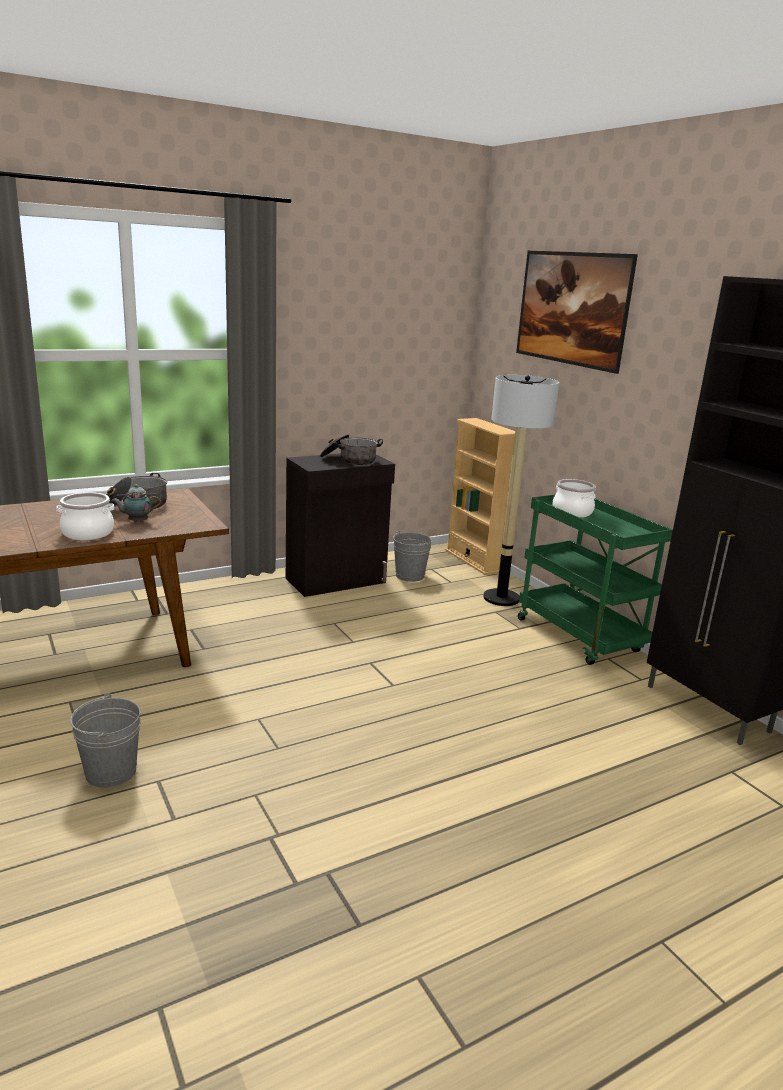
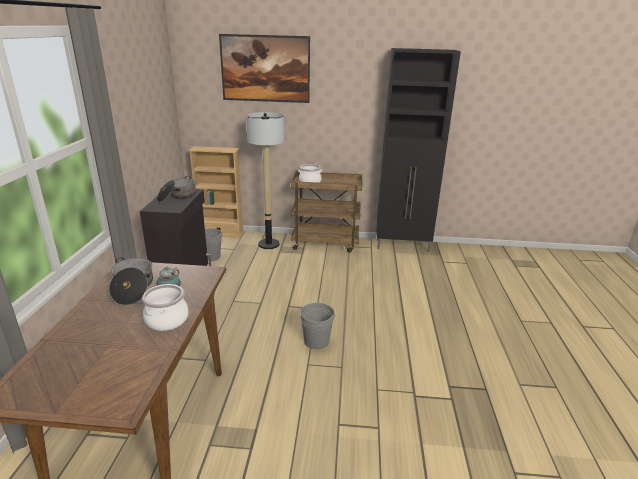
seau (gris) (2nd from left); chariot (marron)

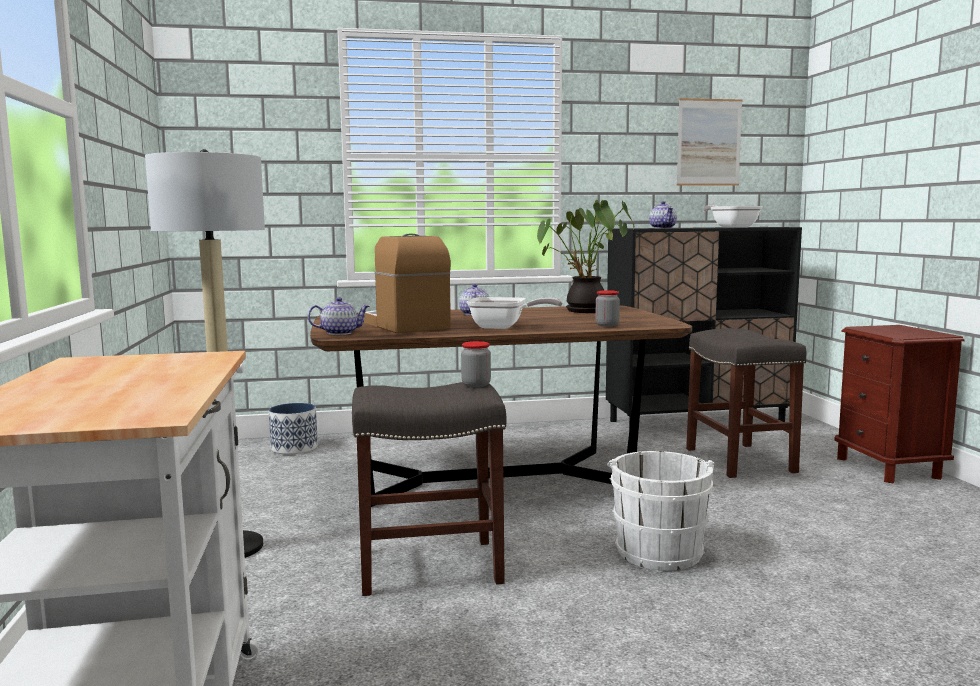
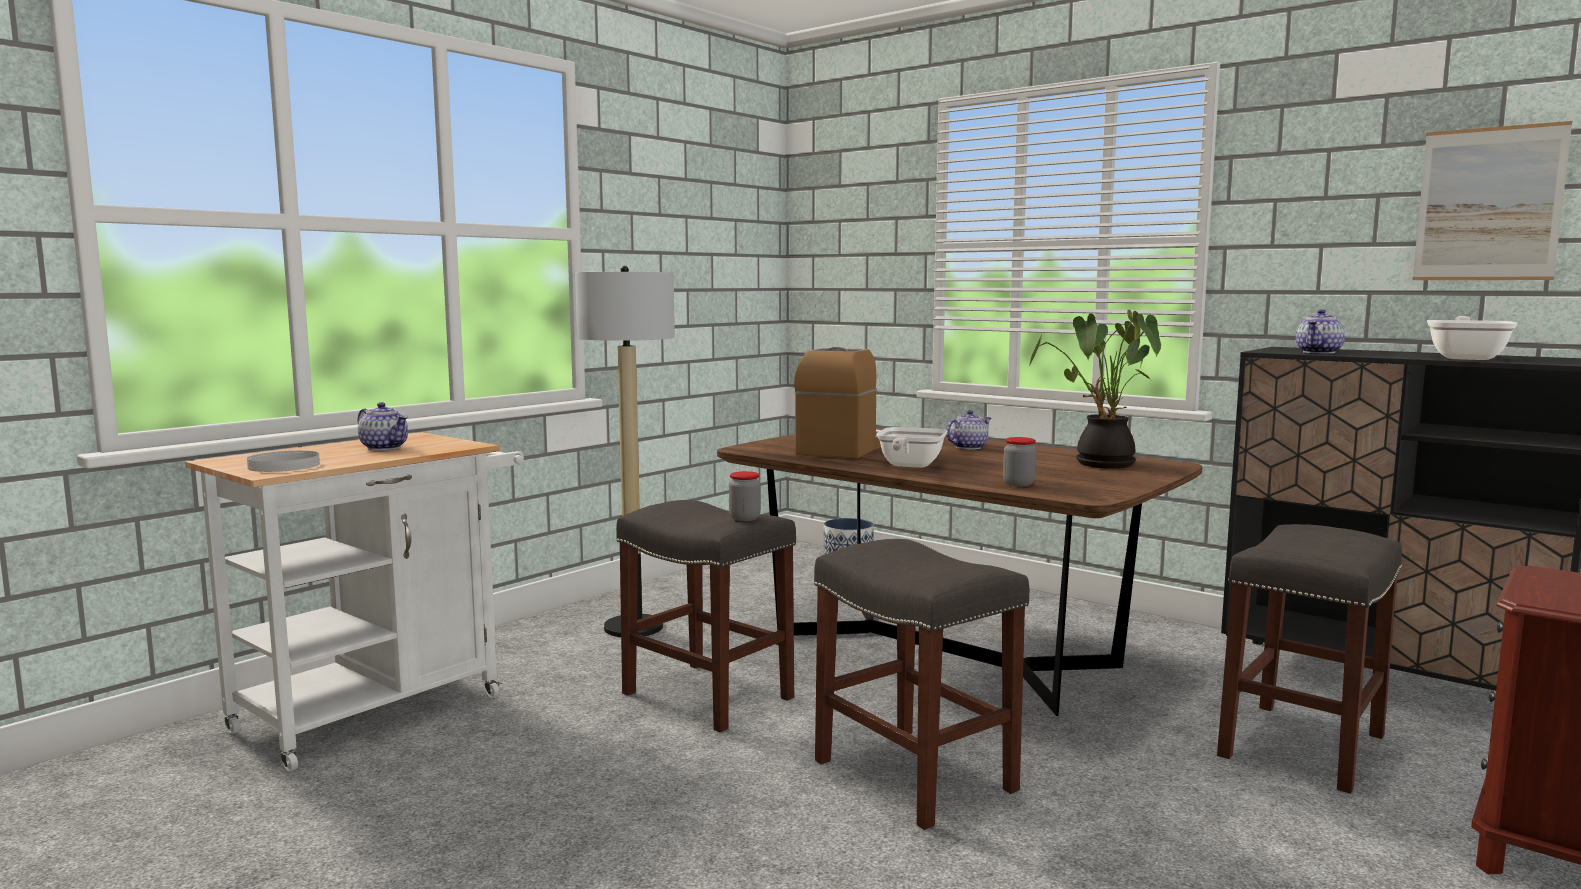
assiette (blanc); théière (1st from left); tabouret (gris) (2nd from left); poêle (1st from left)

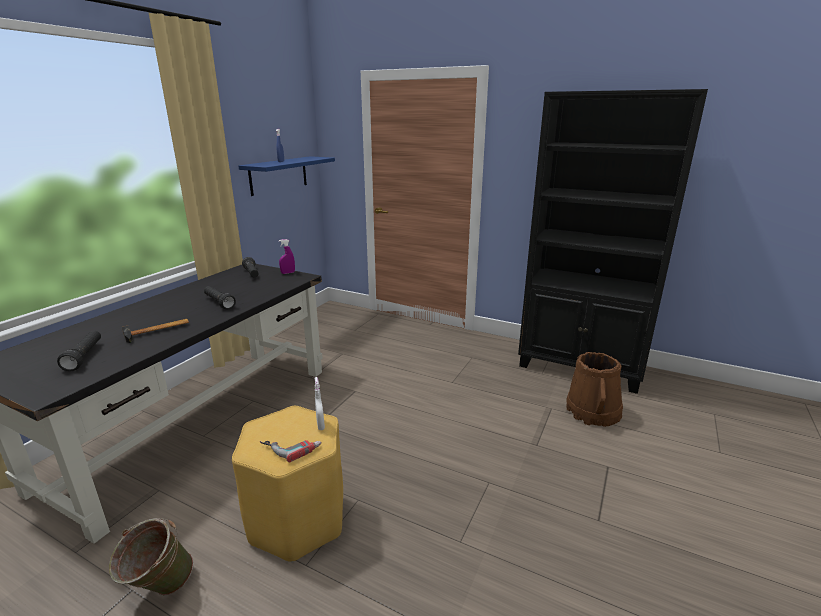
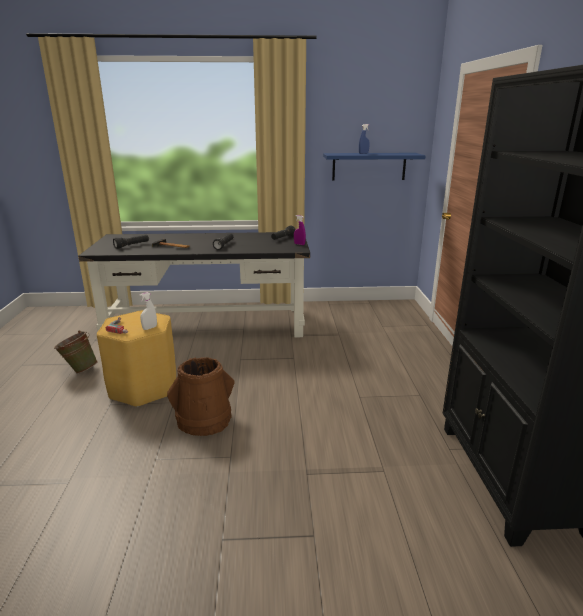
seau (marron)

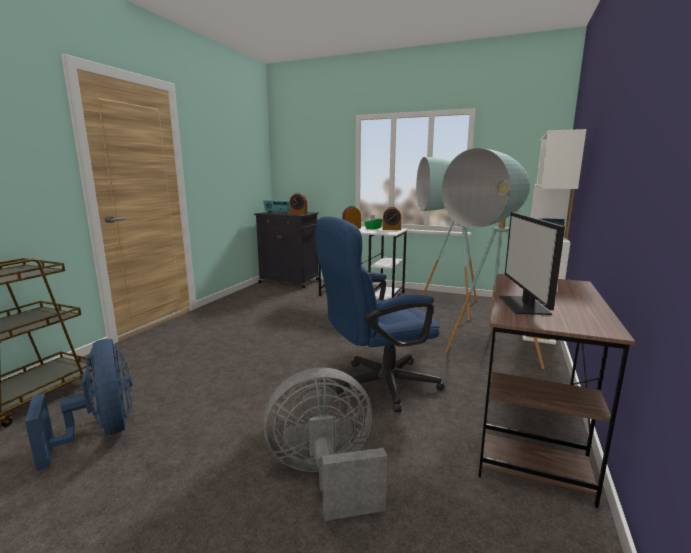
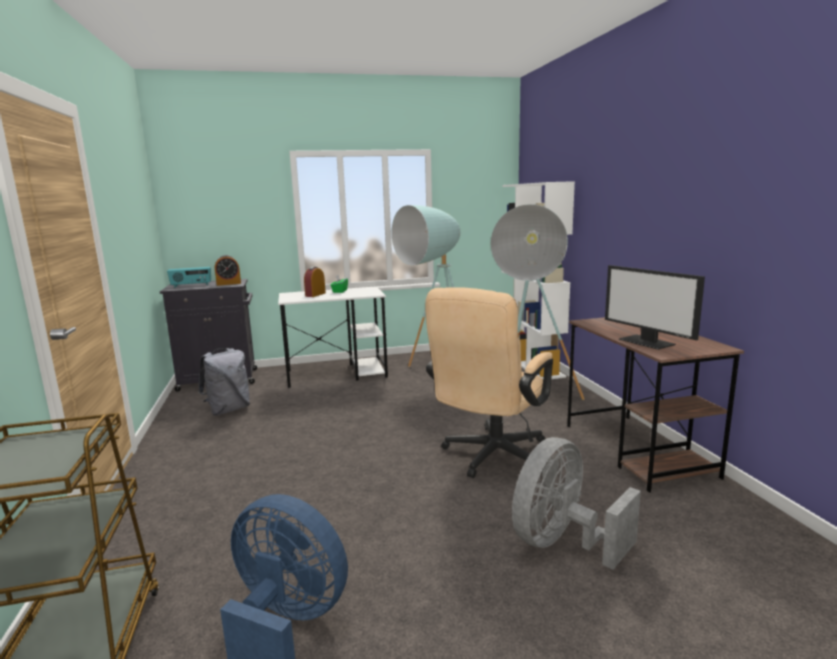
réveil (3rd from left in the first image); sac à dos (gris); chaise de bureau (beige)

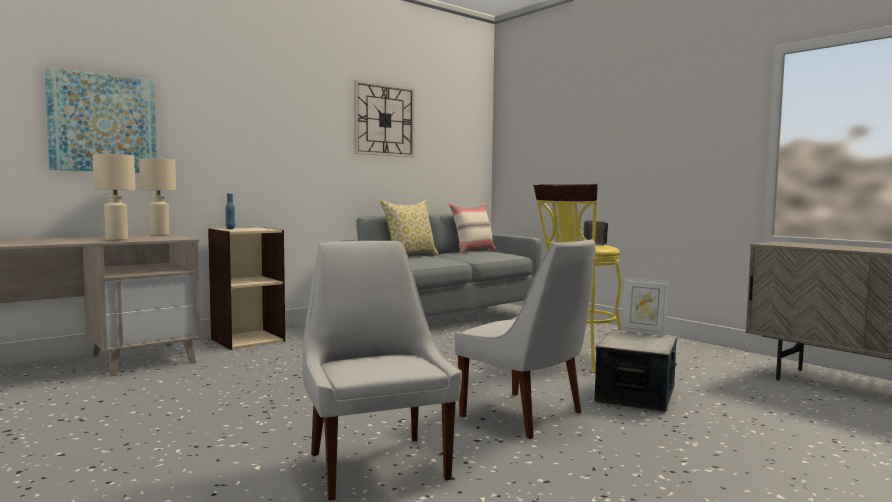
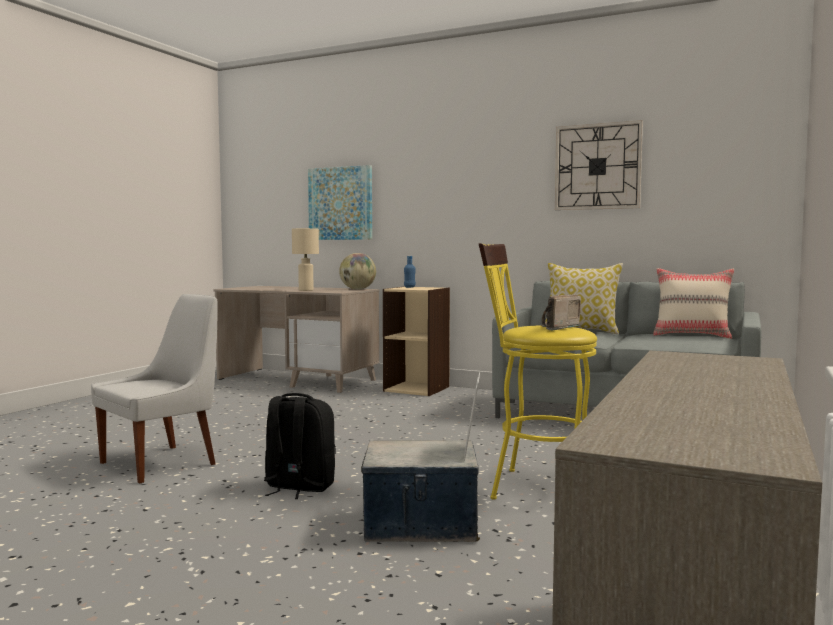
globe; sac à dos (noir)

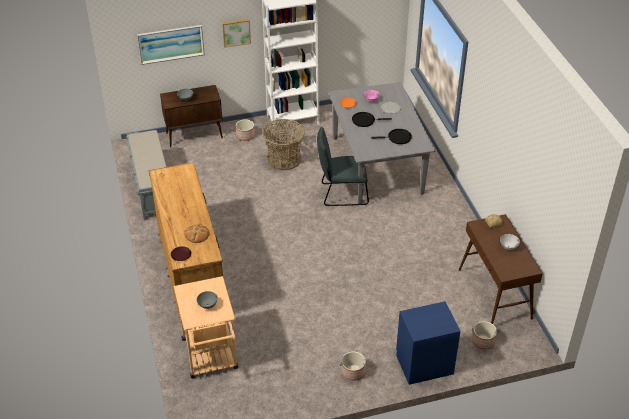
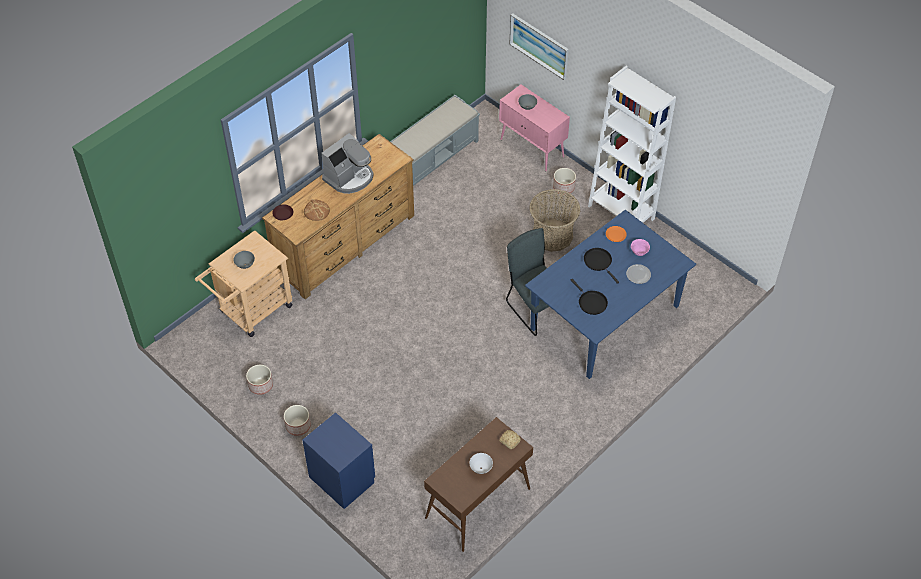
tableau (2nd from left in the first image); machine à café; cache-pot (1st from left); meuble de rangement (rose); table à manger (bleu)

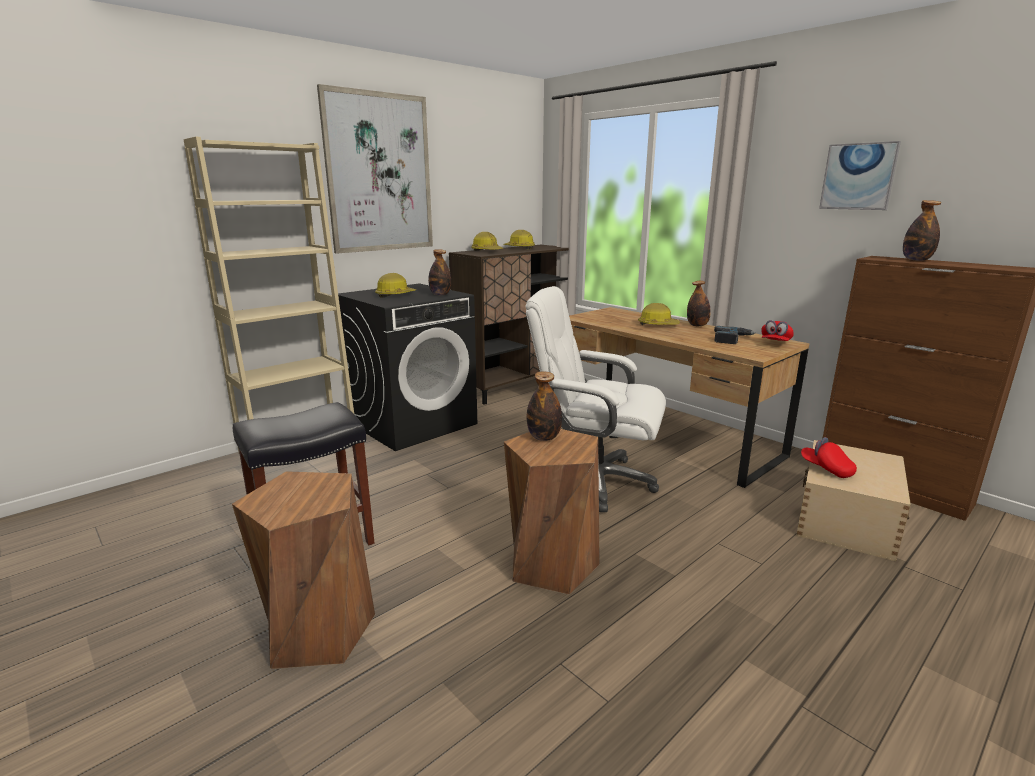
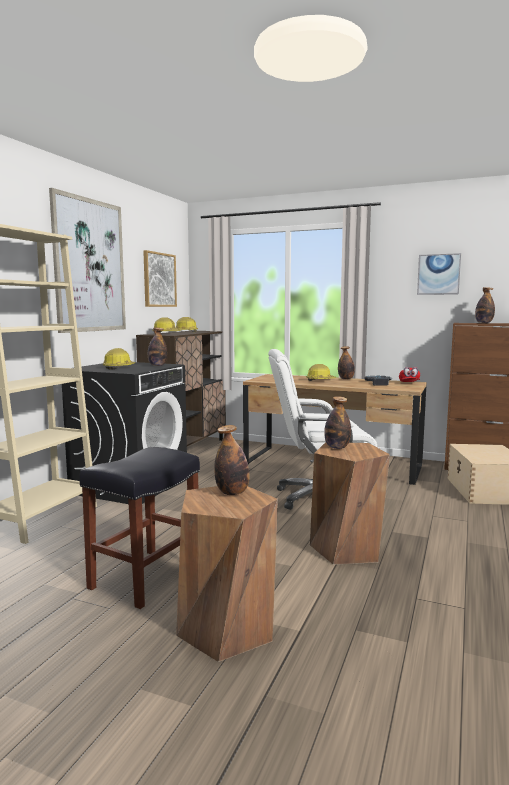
casquette (rouge) (2nd from left in the first image); tableau (2nd from left); bouteille (2nd from left)

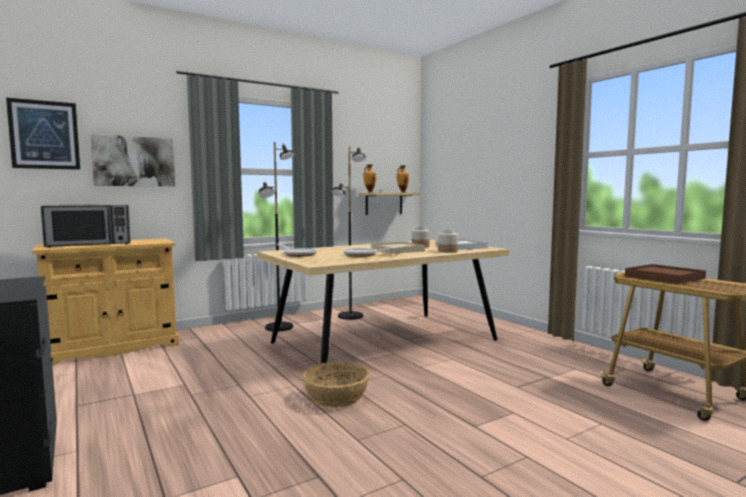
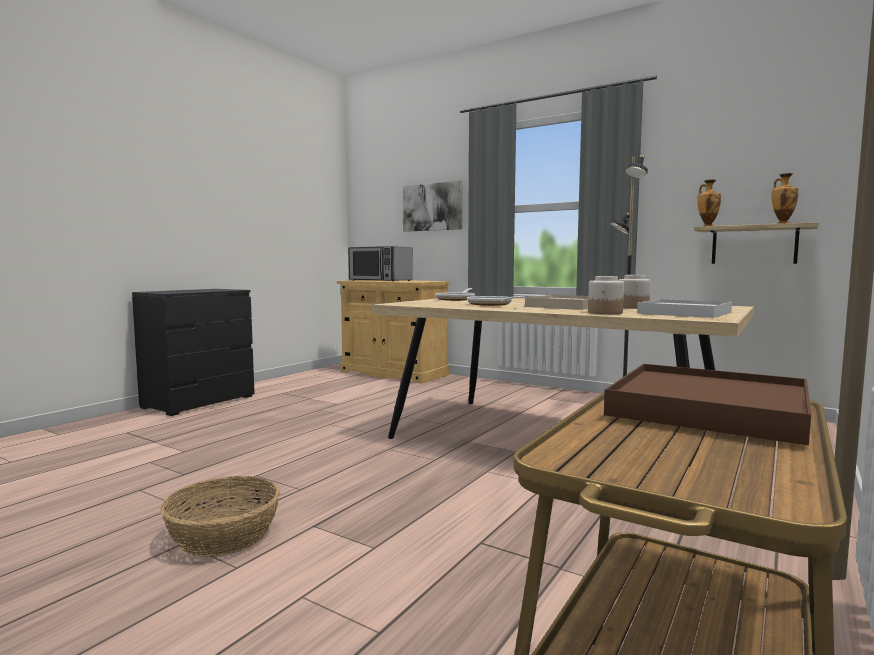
tableau (1st from left in the first image); lampadaire (noir) (1st from left in the first image); panier

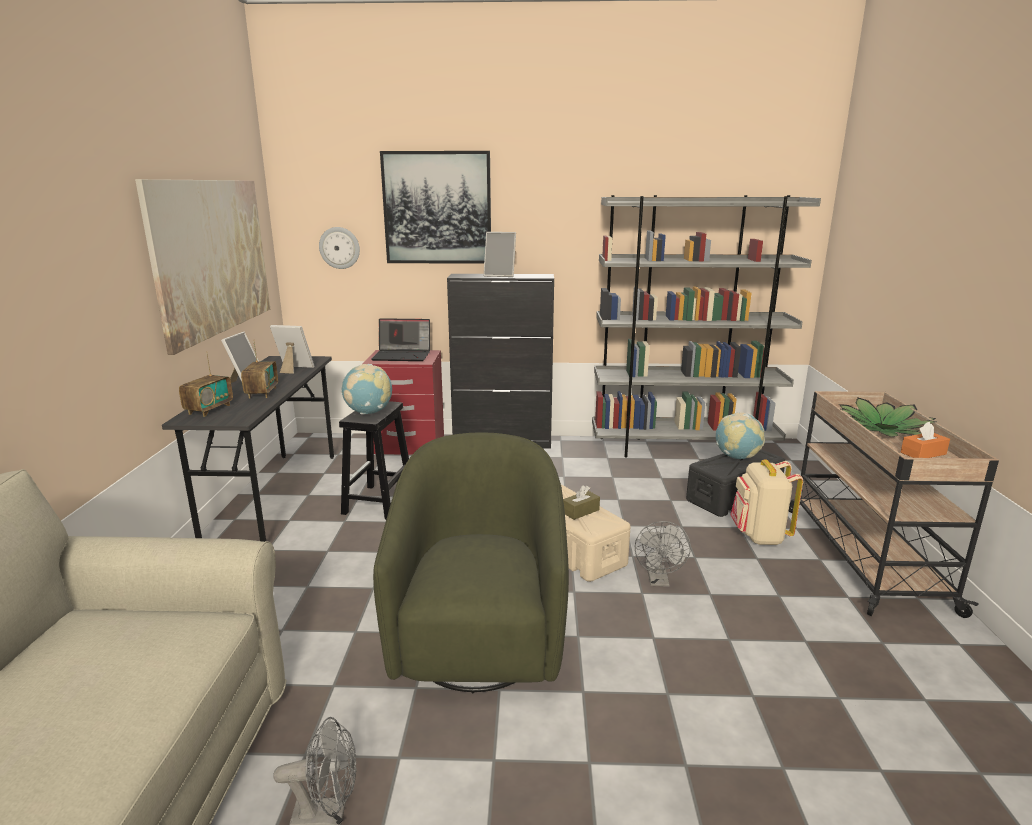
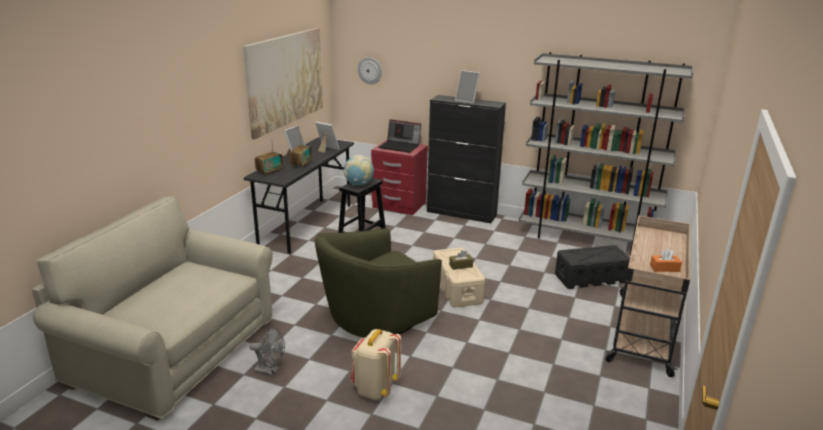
tableau (2nd from left in the first image); ventilateur (gris) (2nd from left in the first image); globe (2nd from left in the first image); plante en pot; sac à dos (beige); fauteuil (vert)

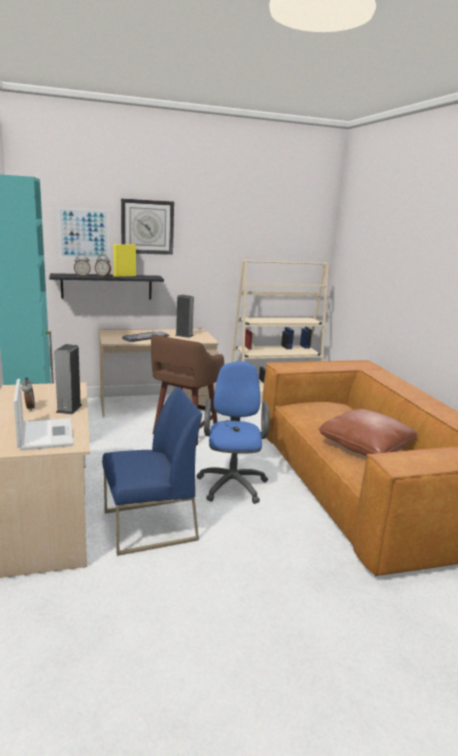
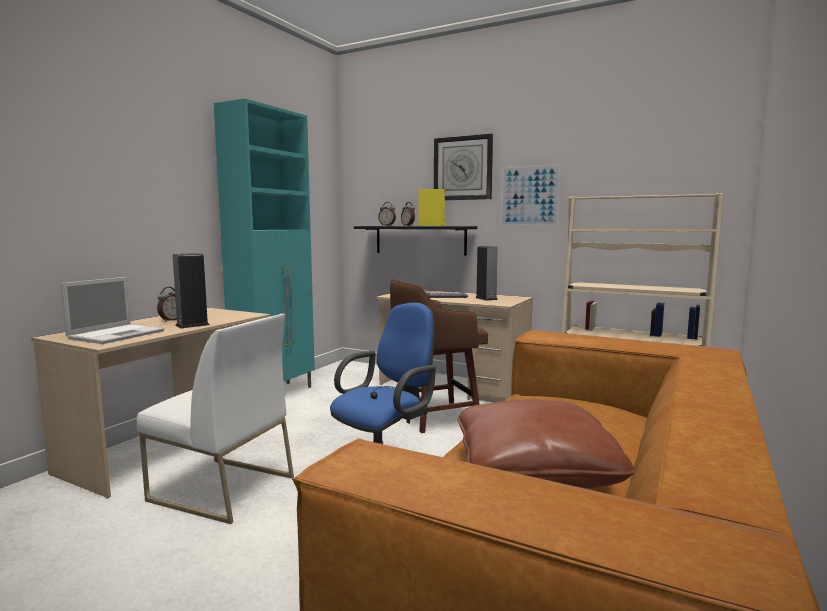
tableau; chaise (blanc)

